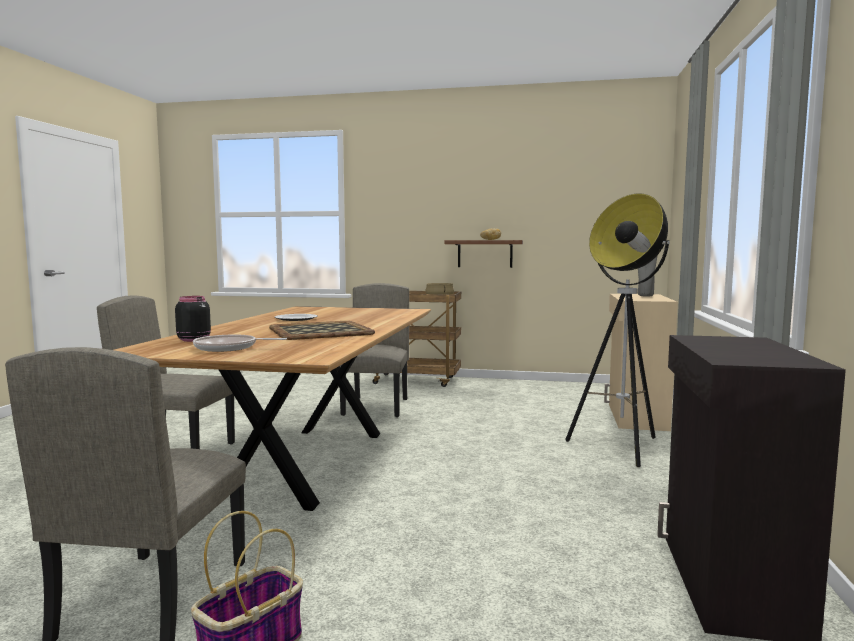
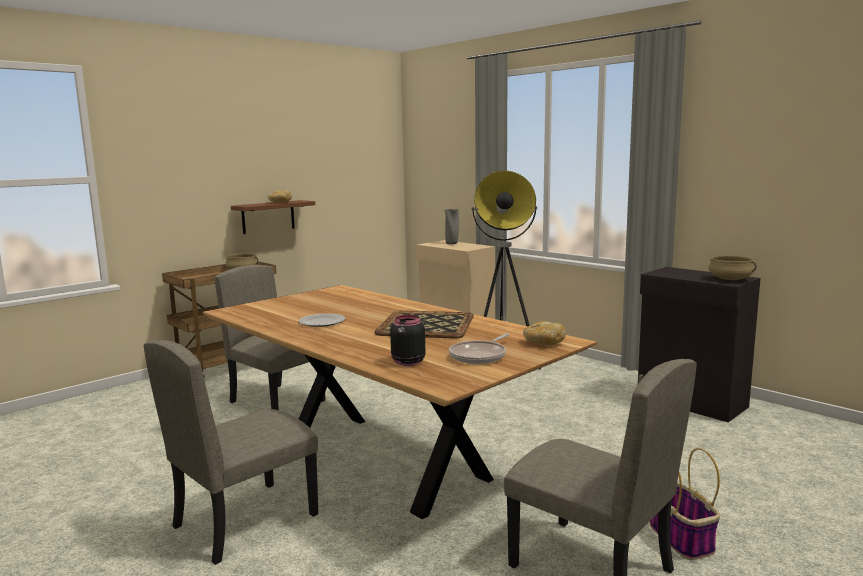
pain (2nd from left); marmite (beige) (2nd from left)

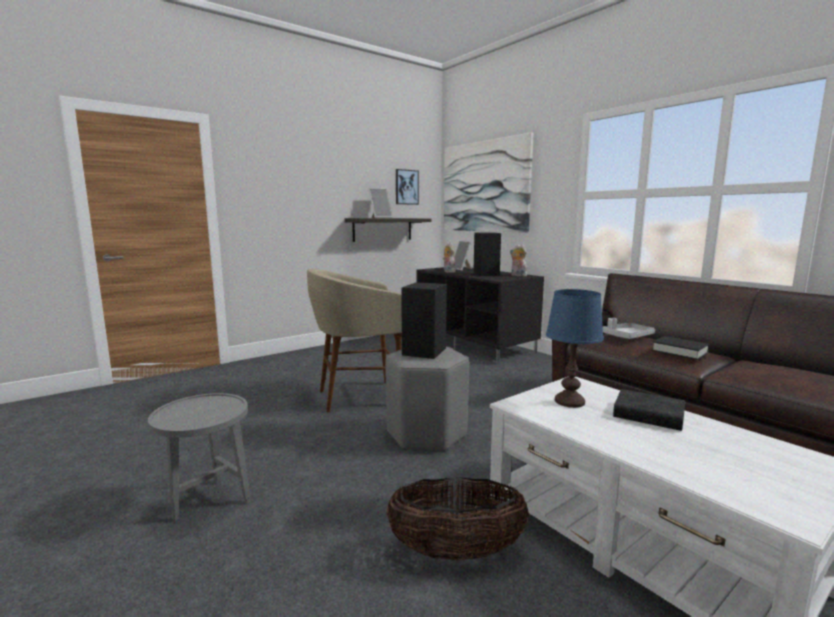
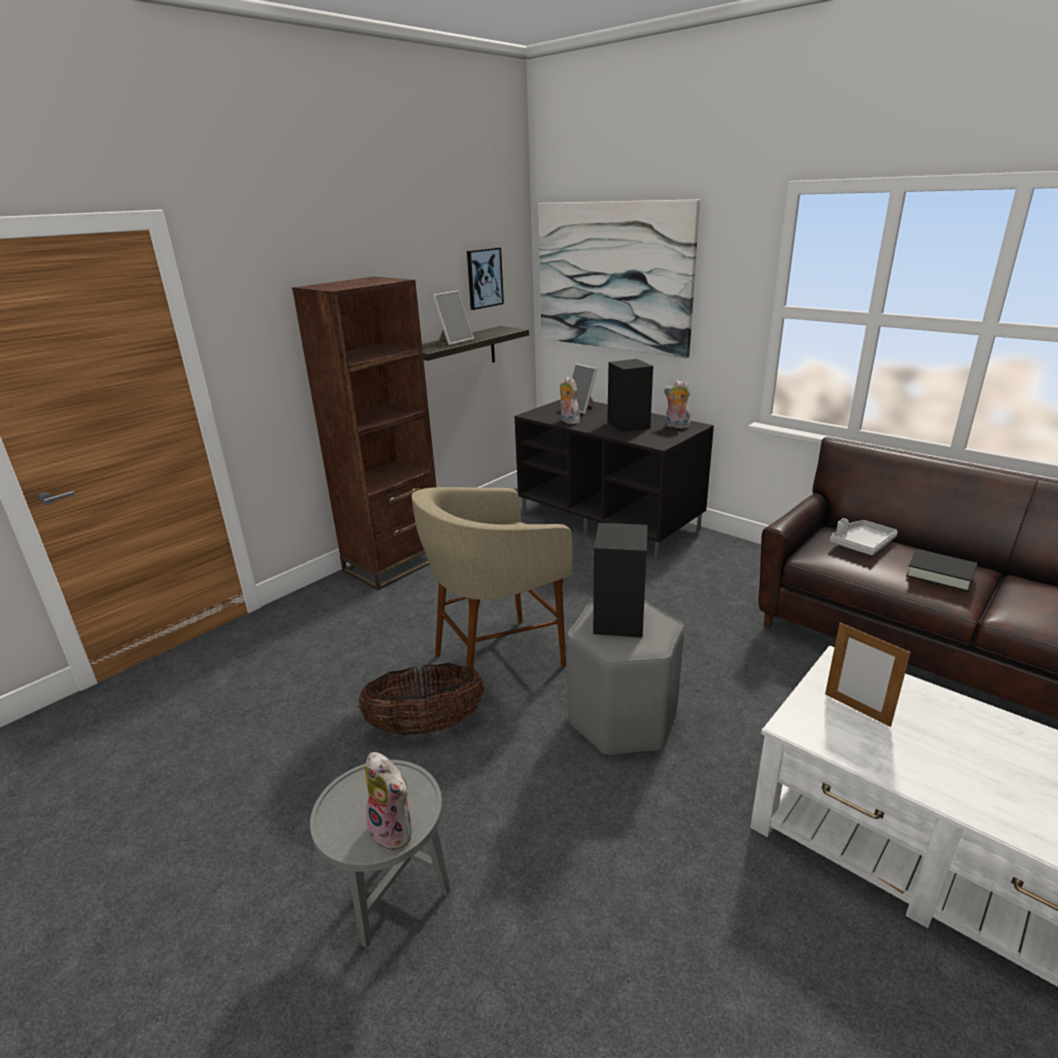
livre (noir) (1st from left in the first image); bibliothèque (marron); peluche (1st from left); panier; cadre photo (3rd from left)

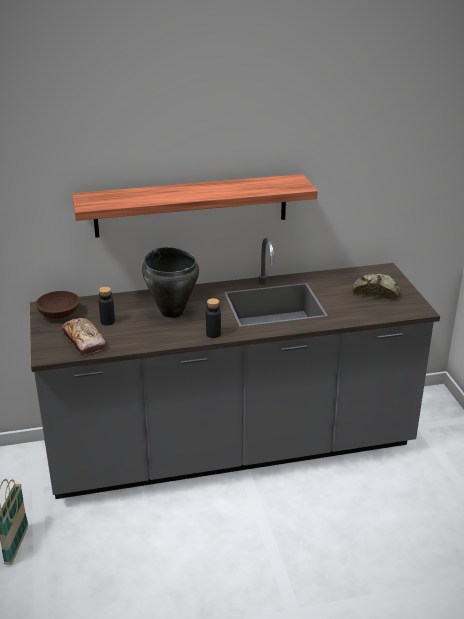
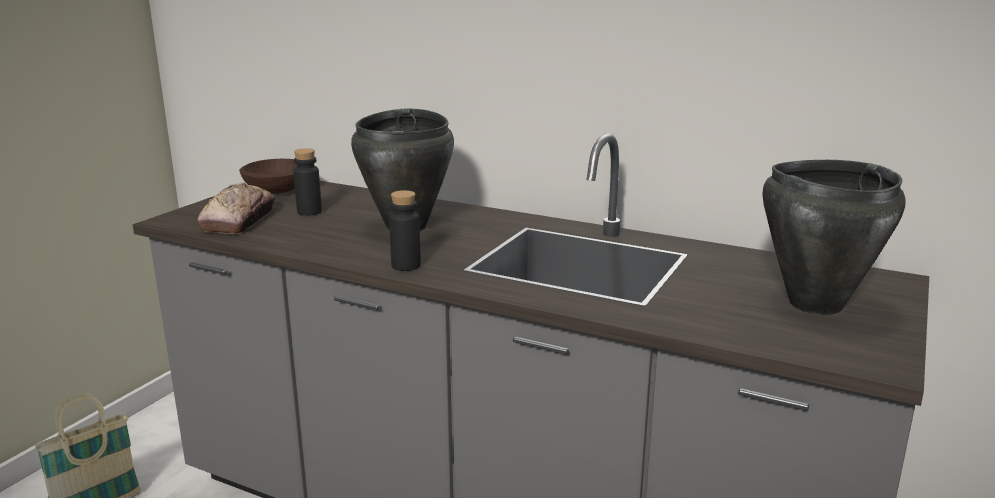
étagère; marmite (noir) (2nd from left)

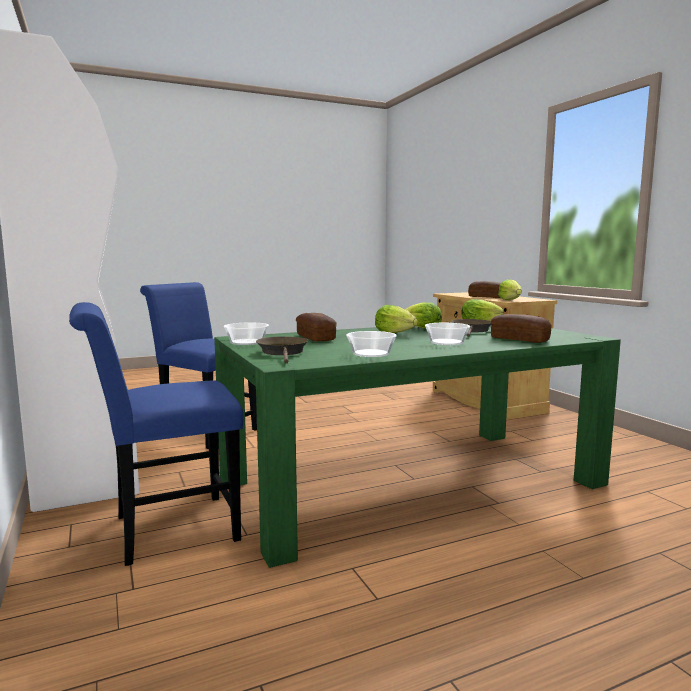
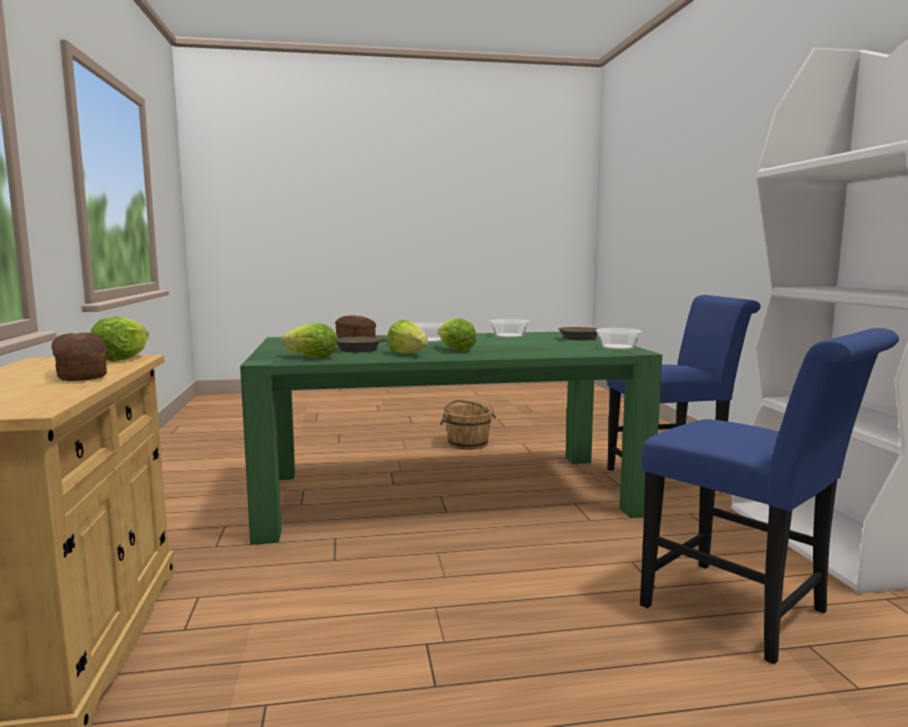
pain (1st from left in the first image); seau (marron)

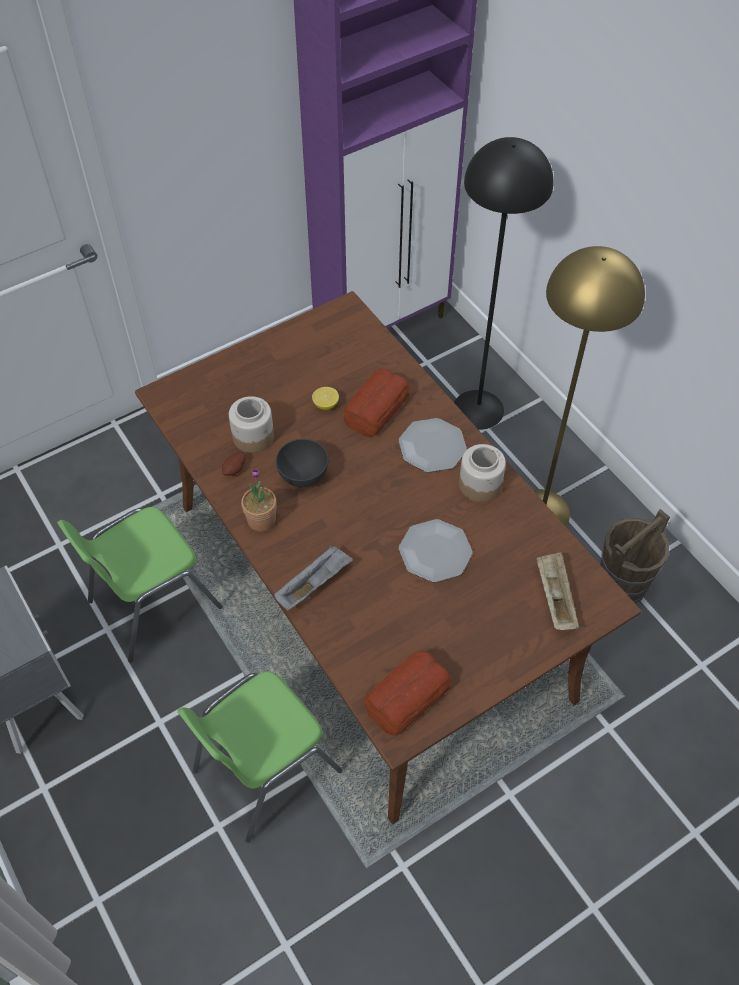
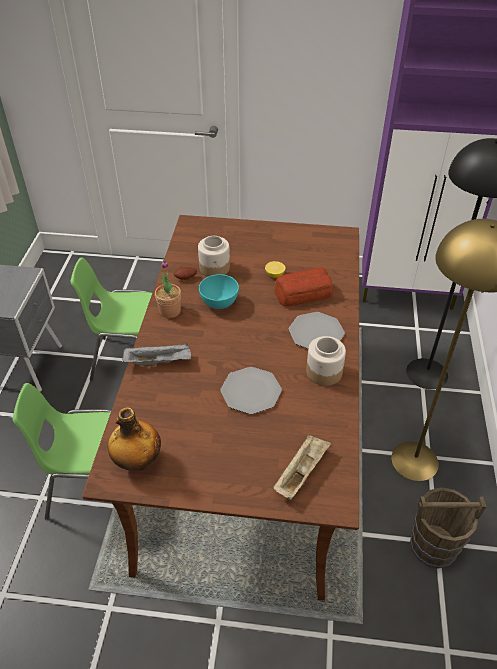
bouteille; bol (turquoise)

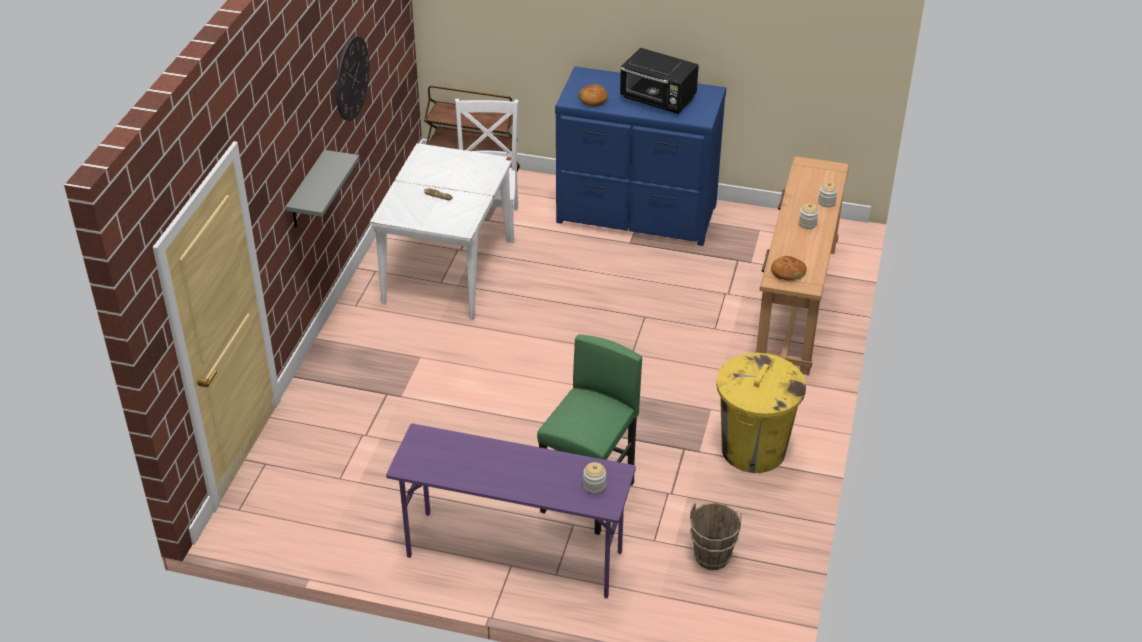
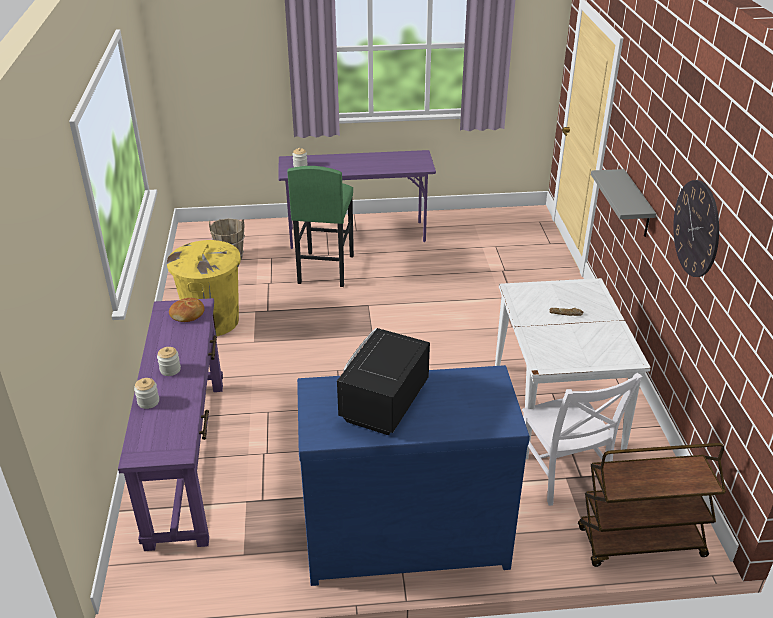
pain (2nd from left in the first image); table console (violet); micro-ondes (noir)

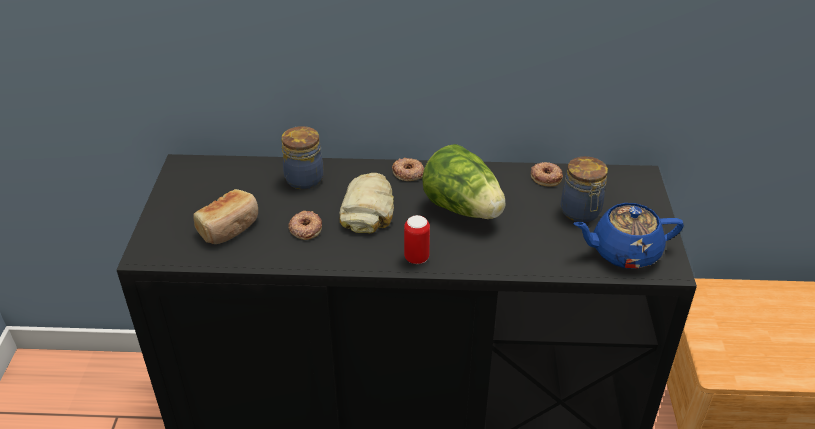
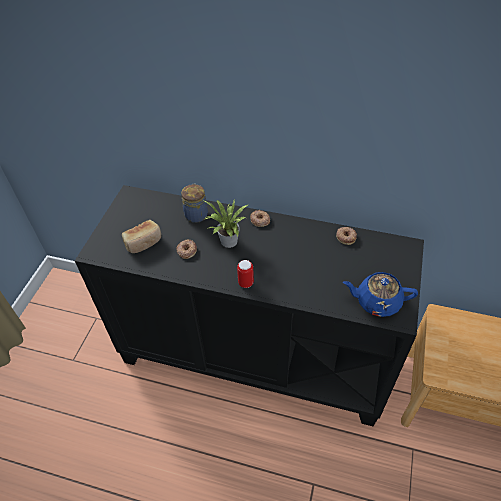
laitue; bocal (2nd from left in the first image); plante en pot

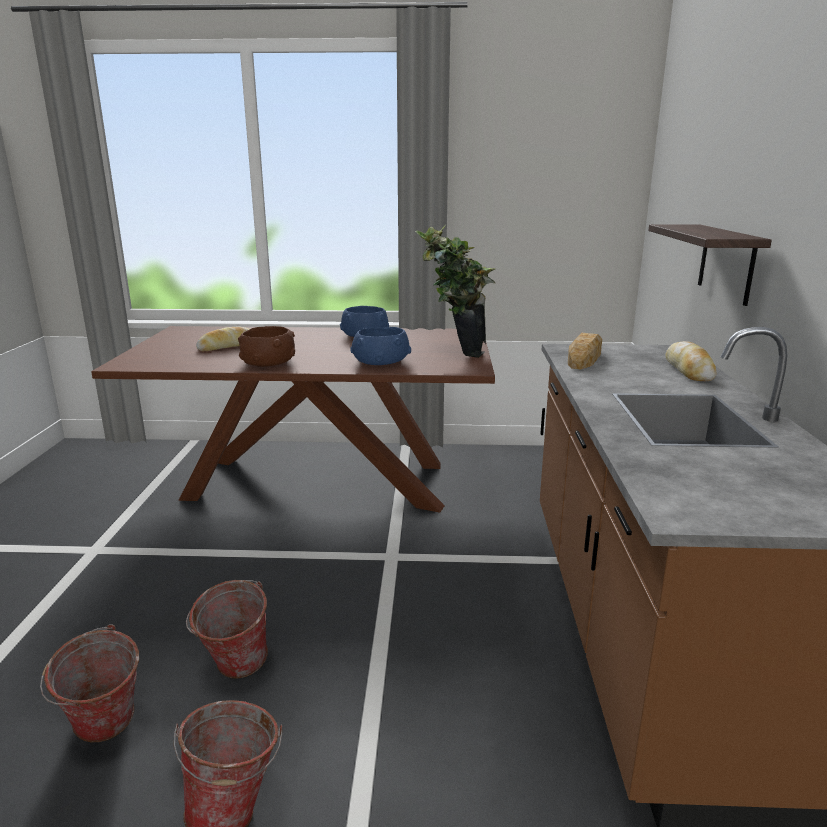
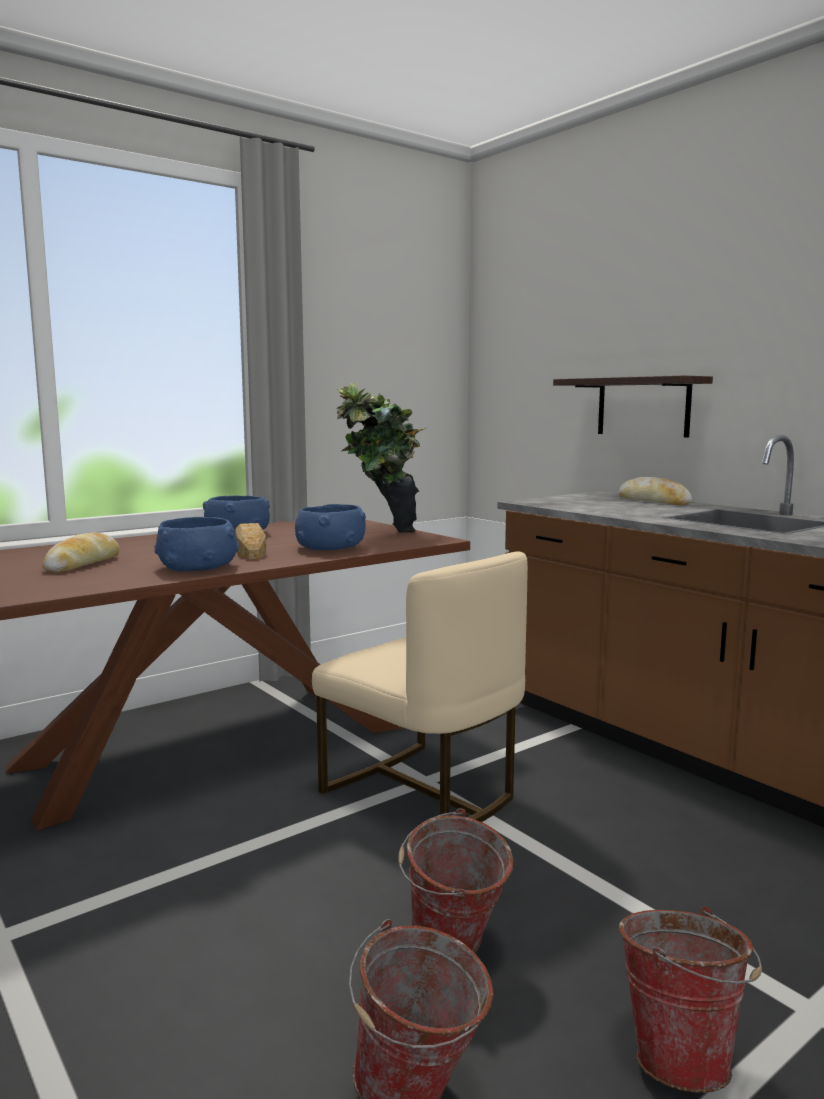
chaise (beige); pain (2nd from left); bol (bleu) (1st from left)

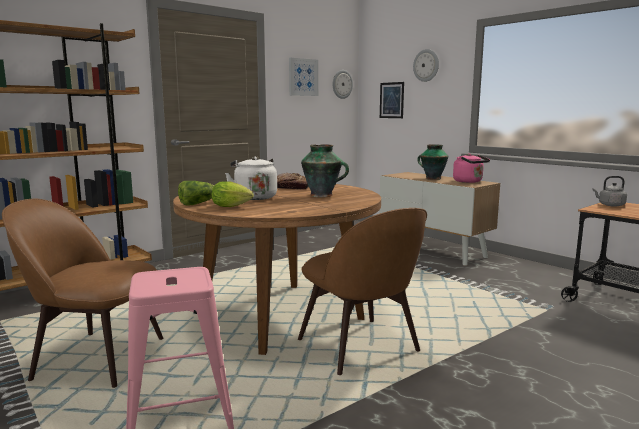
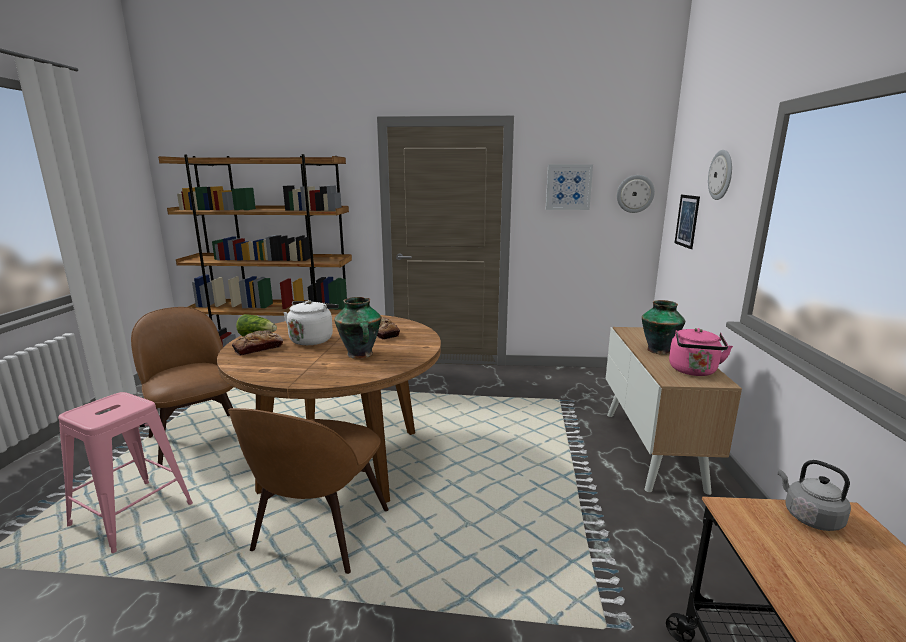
pain (1st from left)

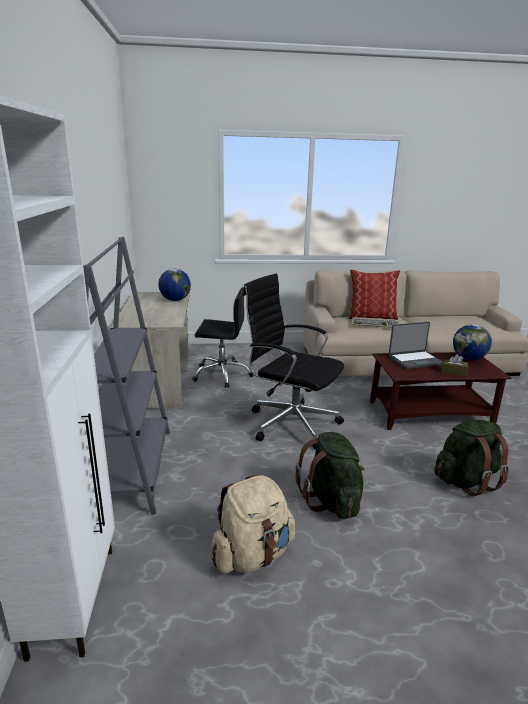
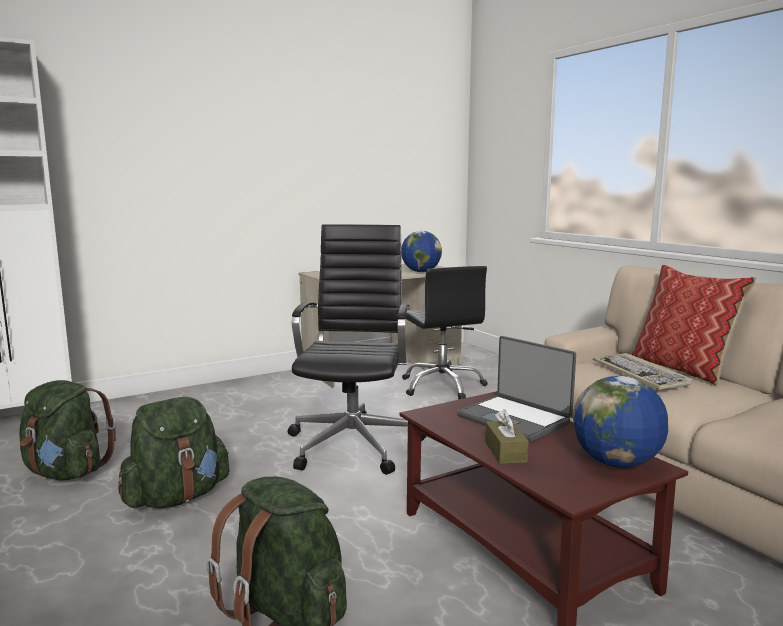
bibliothèque (gris); sac à dos (vert) (1st from left)

